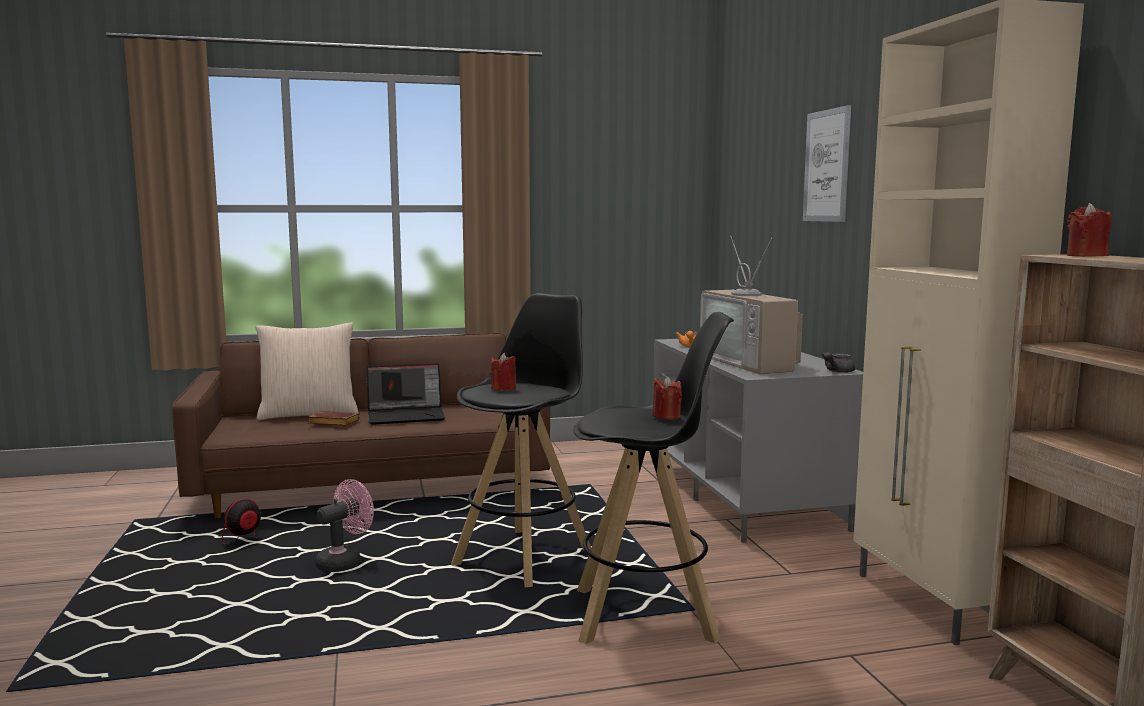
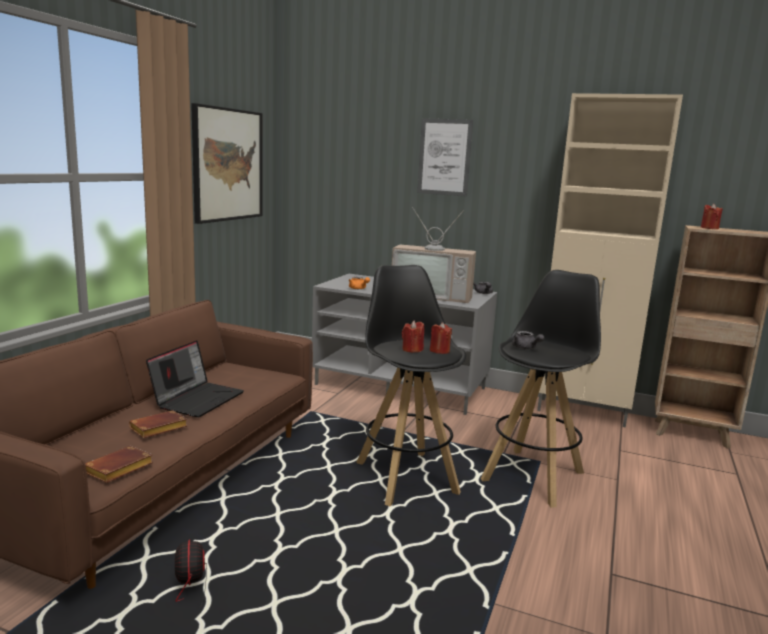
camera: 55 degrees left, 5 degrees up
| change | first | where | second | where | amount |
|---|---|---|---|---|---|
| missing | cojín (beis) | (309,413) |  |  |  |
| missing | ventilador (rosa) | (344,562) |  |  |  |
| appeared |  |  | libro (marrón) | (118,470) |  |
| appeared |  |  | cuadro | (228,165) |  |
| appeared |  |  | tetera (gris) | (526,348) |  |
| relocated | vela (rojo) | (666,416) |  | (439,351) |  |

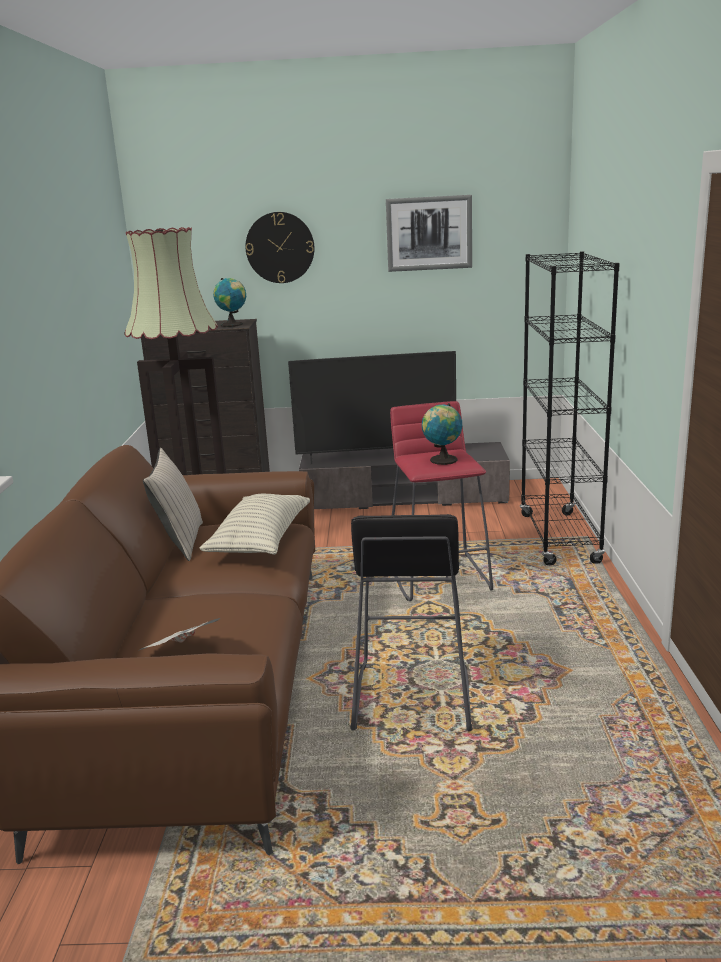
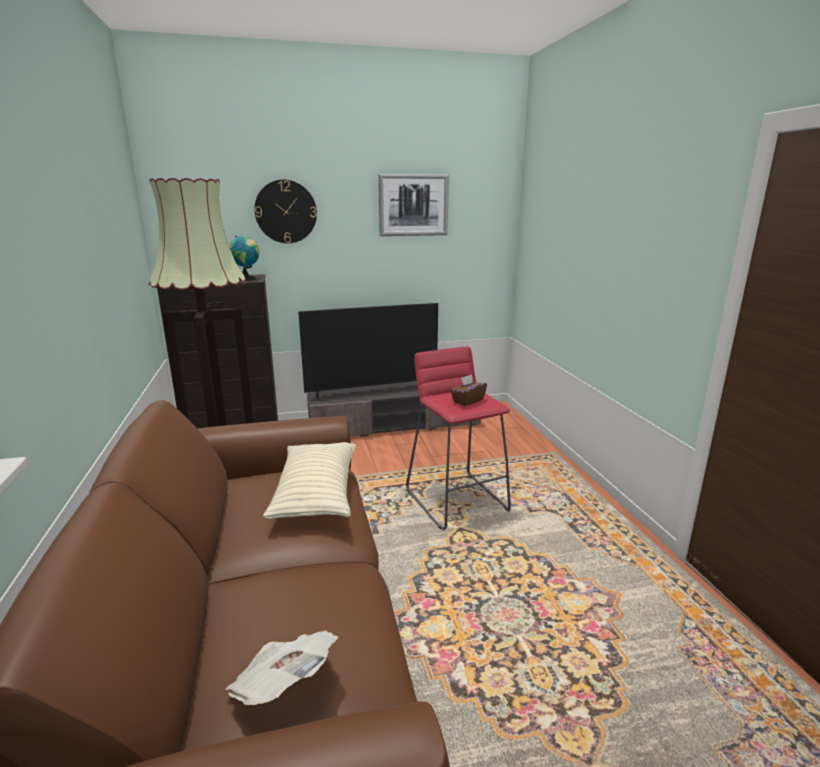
camera: 15 degrees left, 0 degrees up
| change | first | where | second | where | amount |
|---|---|---|---|---|---|
| missing | cojín (beis) | (180,542) |  |  |  |
| missing | taburete (negro) | (411,698) |  |  |  |
| missing | estantería (negro) | (559,538) |  |  |  |
| exchanged | globo terráqueo | (442,460) | caja de pañuelos (marrón) | (467,401) |  |

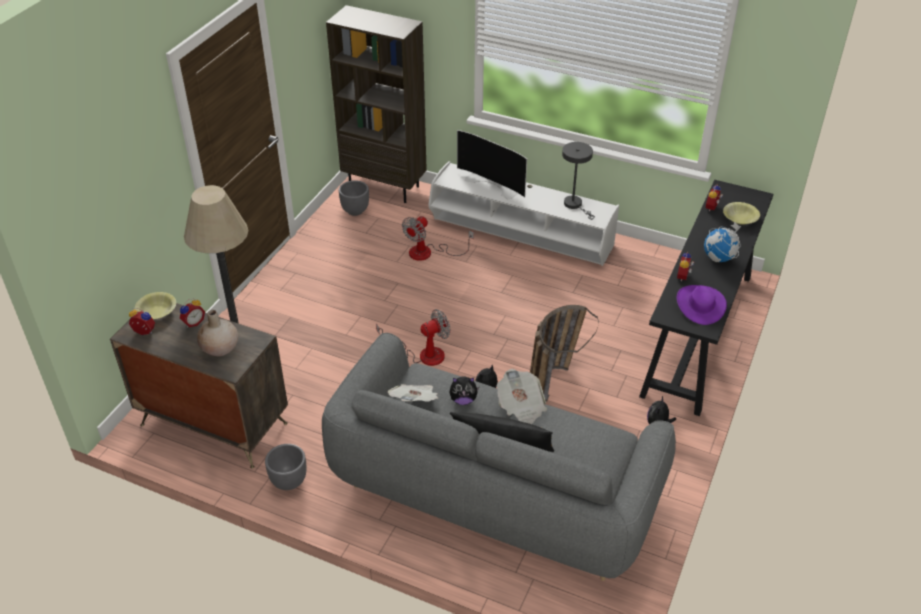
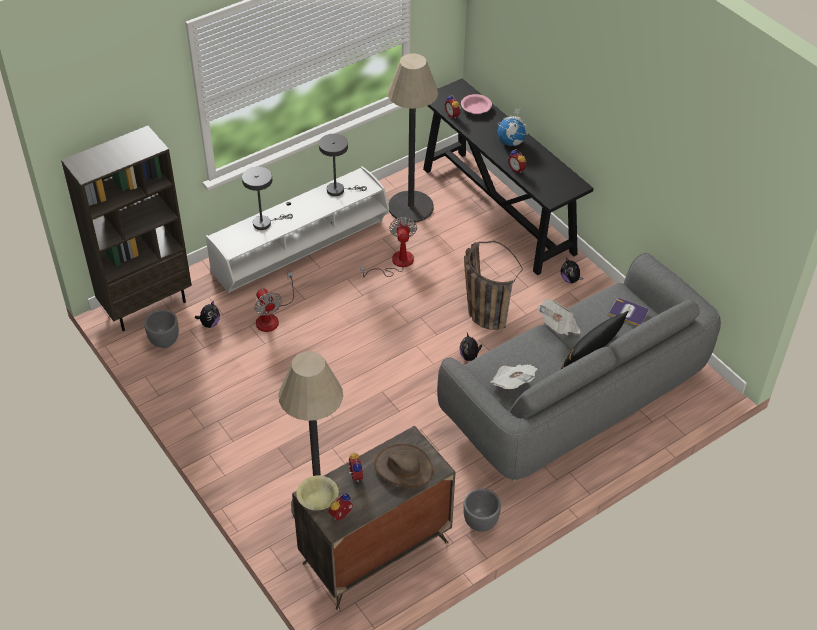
camera: 60 degrees left, 5 degrees up
| change | first | where | second | where | amount |
|---|---|---|---|---|---|
| missing | sombrero (morado) | (700,305) |  |  |  |
| appeared |  |  | lámpara de pie | (410,207) |  |
| appeared |  |  | libro | (628,312) |  |
| relocated | ventilador | (423,354) |  | (396,263) |  |
| relocated | peluche | (463,400) |  | (209,323) |  |
| exchanged | florero (beis) | (220,348) | sombrero (marrón) | (403,467) |  |
| exchanged | televisor | (494,184) | lámpara de mesa (gris) | (265,223) |  |
| colour | cuenco (amarillo) | (740,218) | cuenco (rosa) | (476,108) |  |

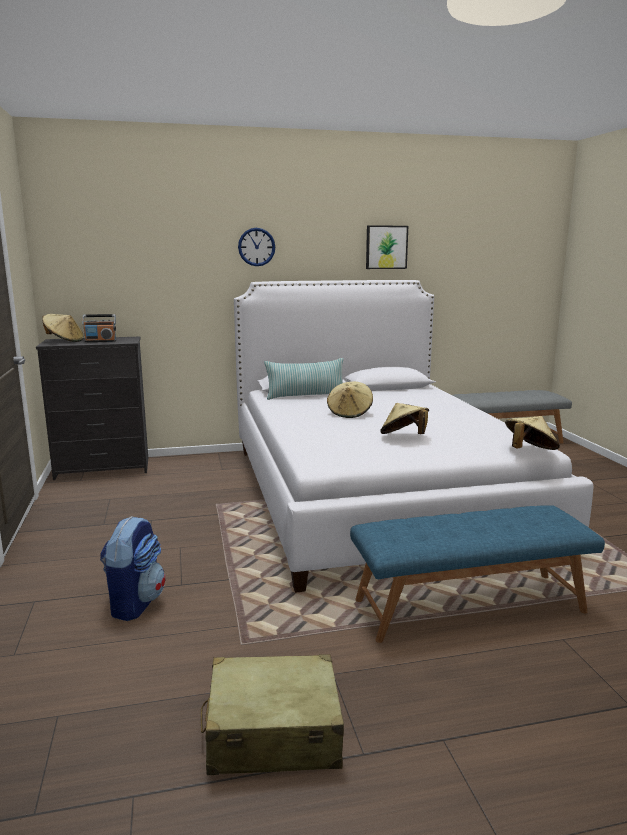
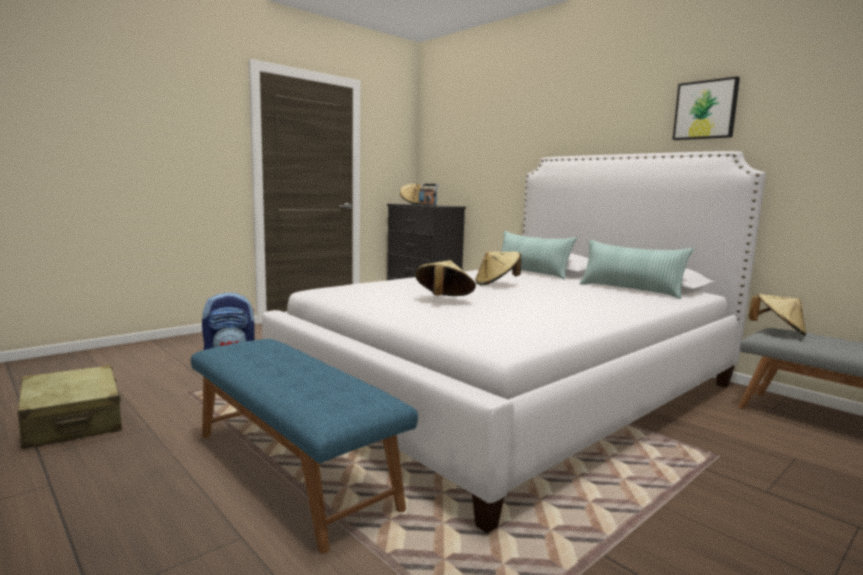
camera: 60 degrees right, 5 degrees down
| change | first | where | second | where | amount |
|---|---|---|---|---|---|
| missing | reloj de pared | (256,247) |  |  |  |
| appeared |  |  | cojín | (630,290) |  |
| relocated | sombrero (beis) | (529,451) |  | (778,331) |  |

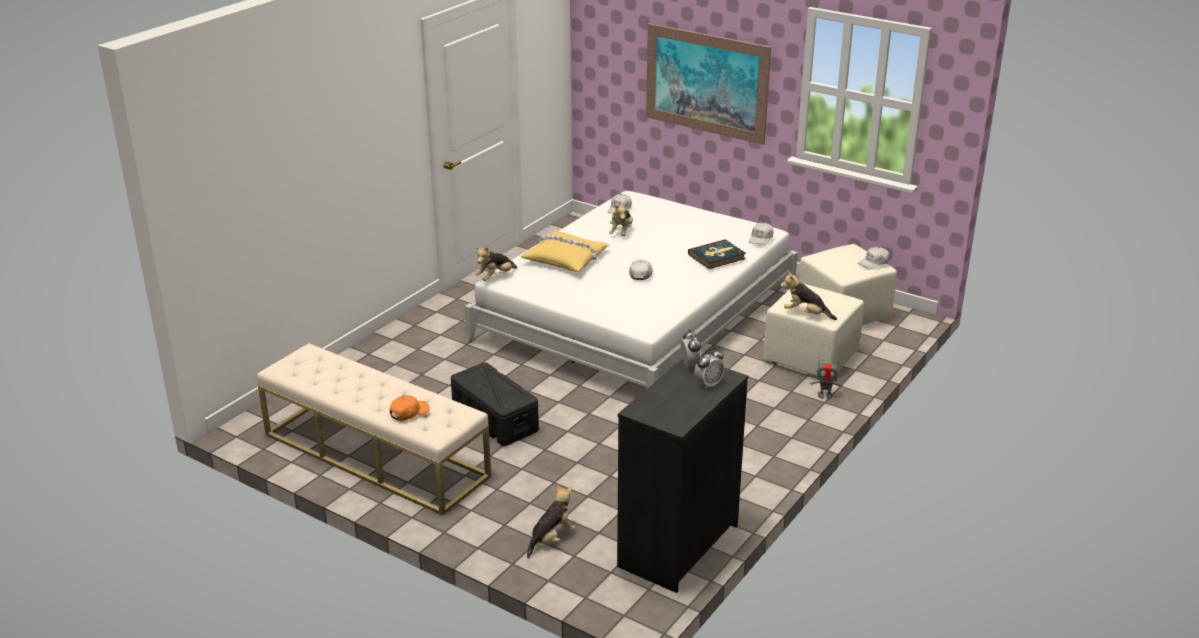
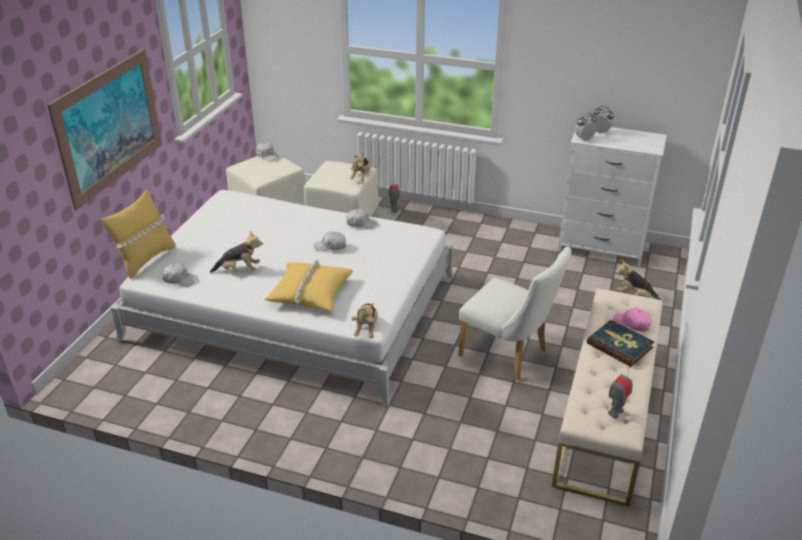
camera: 105 degrees left, 5 degrees up
| change | first | where | second | where | amount |
|---|---|---|---|---|---|
| appeared |  |  | cojín (amarillo) | (145,260) |  |
| appeared |  |  | robot de juguete | (616,412) |  |
| relocated | libro | (717,256) |  | (620,345) |  |
| relocated | gorra (blanco) | (761,239) |  | (361,223) |  |
| exchanged | caja de almacenaje (negro) | (494,419) | silla (blanco) | (509,355) |  |
| colour | gorra (naranja) | (409,412) | gorra (rosa) | (632,323) |  |
| colour | cómoda (negro) | (677,545) | cómoda (blanco) | (601,247) |  |
| spun | peluche | (495,277) |  | (366,329) | 60 degrees clockwise |

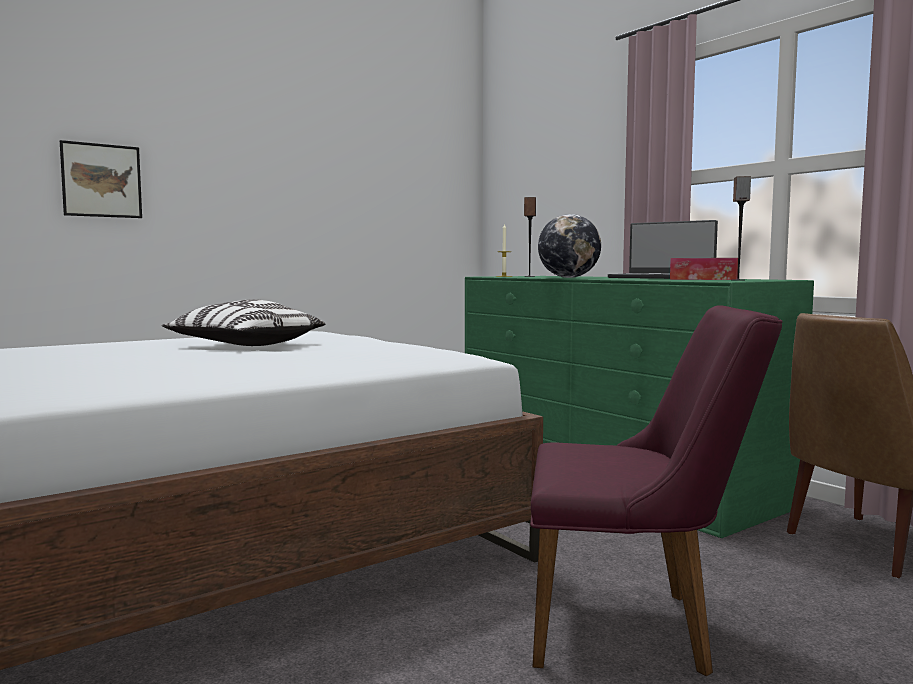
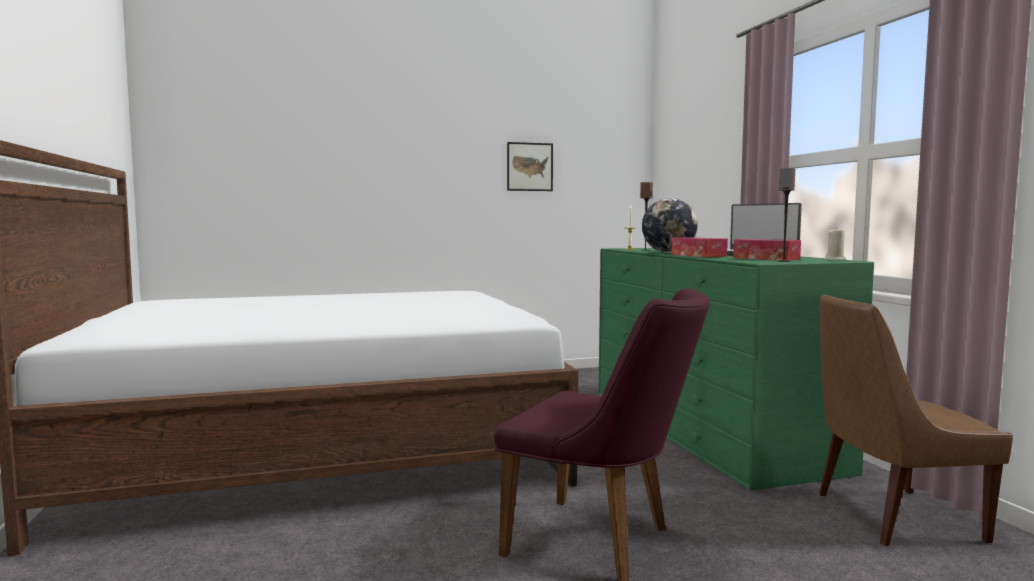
camera: 20 degrees right, 0 degrees up
| change | first | where | second | where | amount |
|---|---|---|---|---|---|
| missing | cojín | (245,346) |  |  |  |
| appeared |  |  | caja de pañuelos | (698,255) |  |
| appeared |  |  | vela (beis) | (835,260) |  |
| relocated | cuadro | (101,180) |  | (529,167) |  |

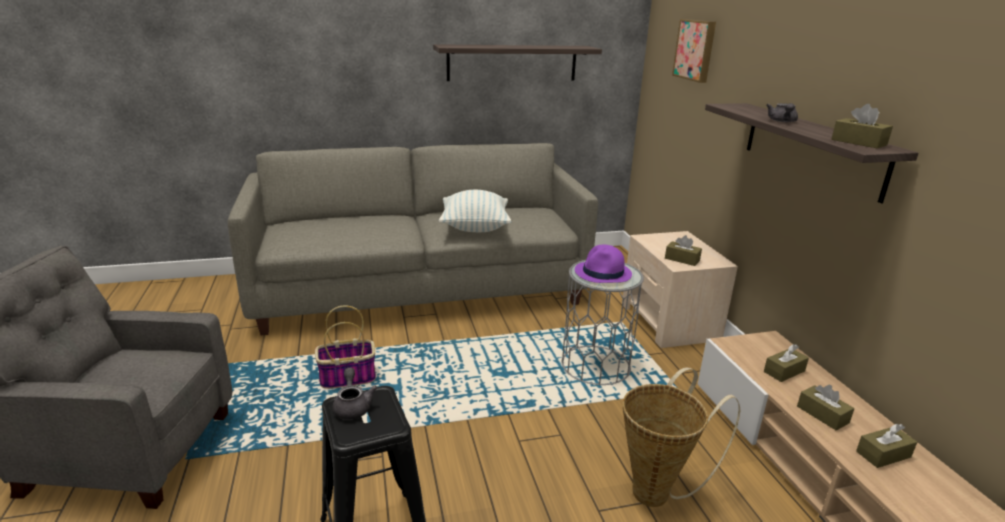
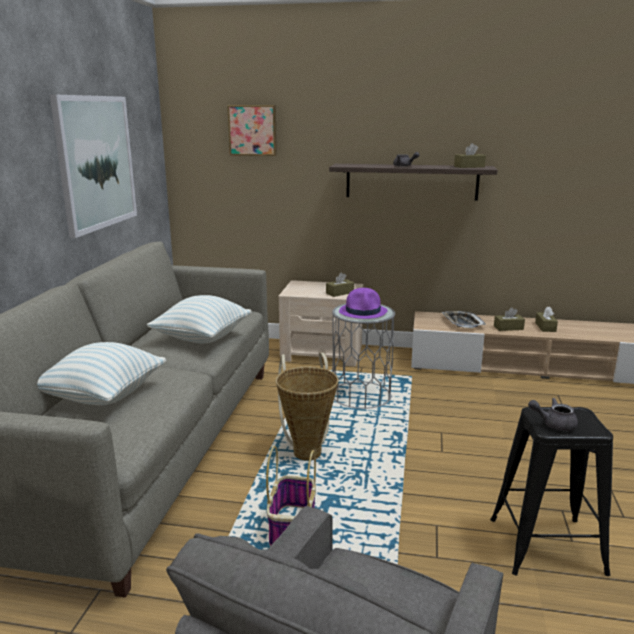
camera: 65 degrees left, 5 degrees down
| change | first | where | second | where | amount |
|---|---|---|---|---|---|
| appeared |  |  | cojín | (103,396) |  |
| relocated | cesta | (657,491) |  | (307,450) |  |
| exchanged | estante | (512,63) | cuadro | (96,162) |  |
| exchanged | caja de pañuelos (marrón) | (784,371) | bandeja | (462,323) |  |

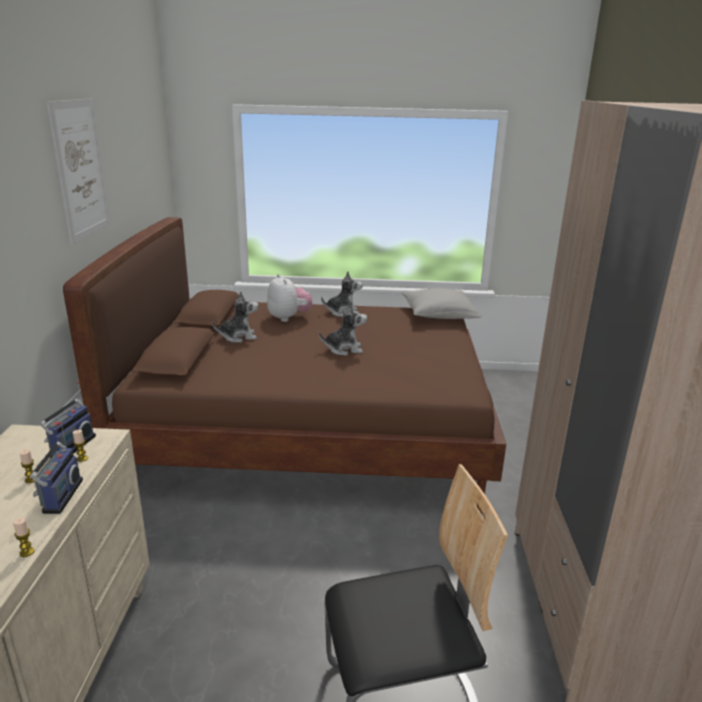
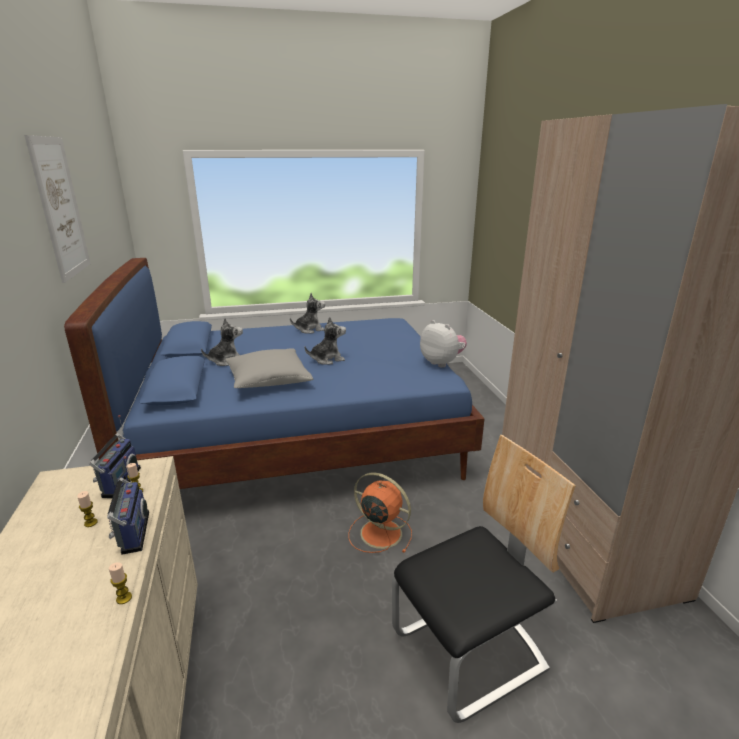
camera: 15 degrees left, 0 degrees up
| change | first | where | second | where | amount |
|---|---|---|---|---|---|
| appeared |  |  | ventilador (naranja) | (379,532) |  |
| relocated | peluche | (288,318) |  | (442,363) |  |
| relocated | cojín (gris) | (438,315) |  | (268,380) |  |
| colour | cama (marrón) | (310,432) | cama (azul) | (298,437) |  |

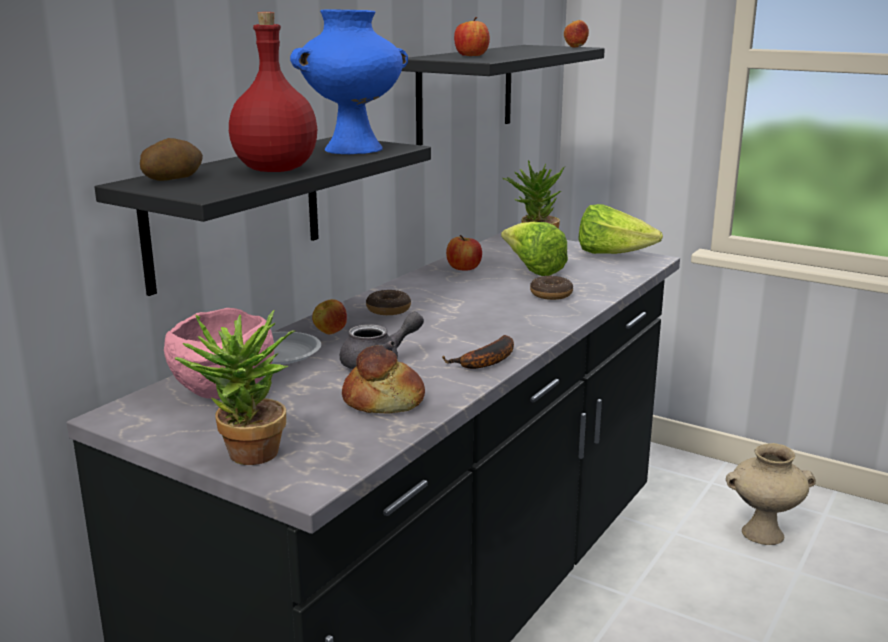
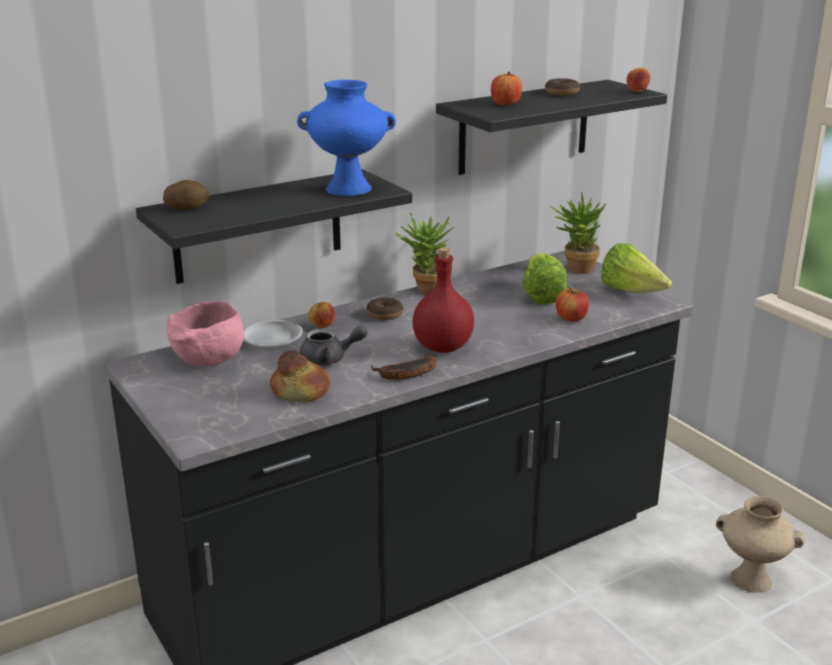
camera: 25 degrees right, 5 degrees up
| change | first | where | second | where | amount |
|---|---|---|---|---|---|
| relocated | planta en maceta | (245,457) |  | (425,292) |  |
| relocated | botella (rojo) | (275,170) |  | (442,347) |  |
| relocated | manzana | (464,268) |  | (571,318) |  |
| relocated | rosquilla | (551,294) |  | (562,93) |  |

